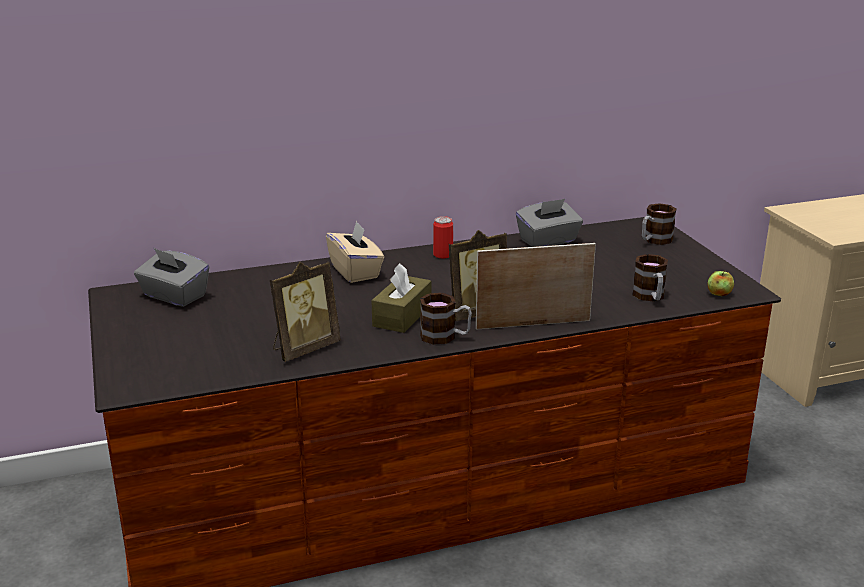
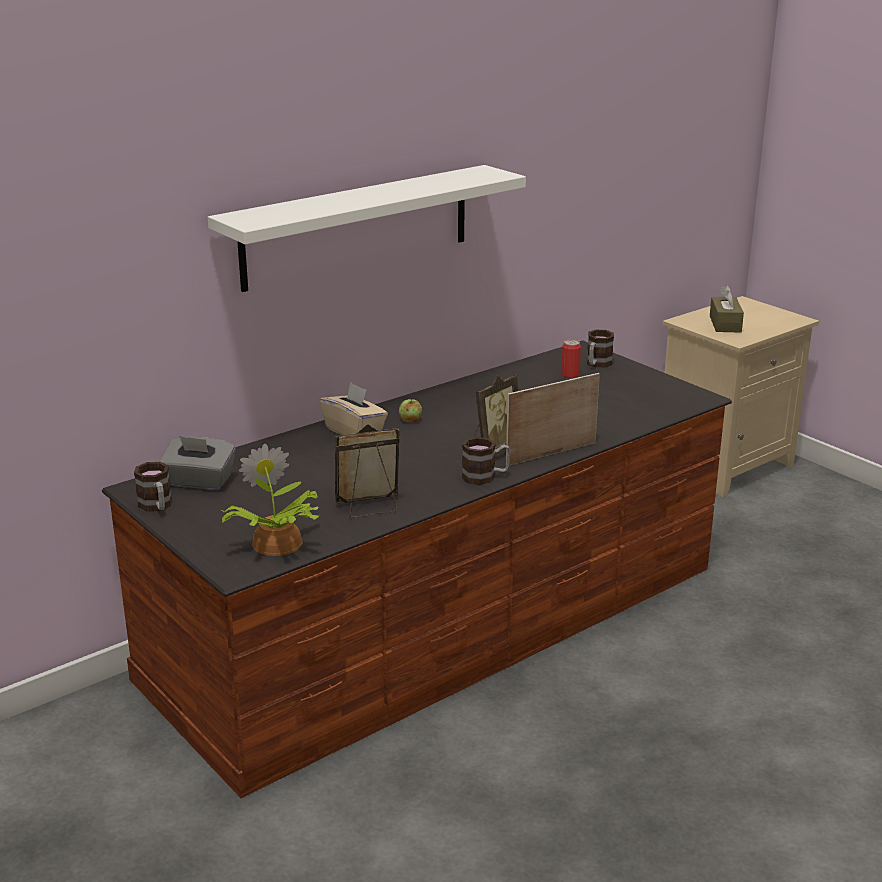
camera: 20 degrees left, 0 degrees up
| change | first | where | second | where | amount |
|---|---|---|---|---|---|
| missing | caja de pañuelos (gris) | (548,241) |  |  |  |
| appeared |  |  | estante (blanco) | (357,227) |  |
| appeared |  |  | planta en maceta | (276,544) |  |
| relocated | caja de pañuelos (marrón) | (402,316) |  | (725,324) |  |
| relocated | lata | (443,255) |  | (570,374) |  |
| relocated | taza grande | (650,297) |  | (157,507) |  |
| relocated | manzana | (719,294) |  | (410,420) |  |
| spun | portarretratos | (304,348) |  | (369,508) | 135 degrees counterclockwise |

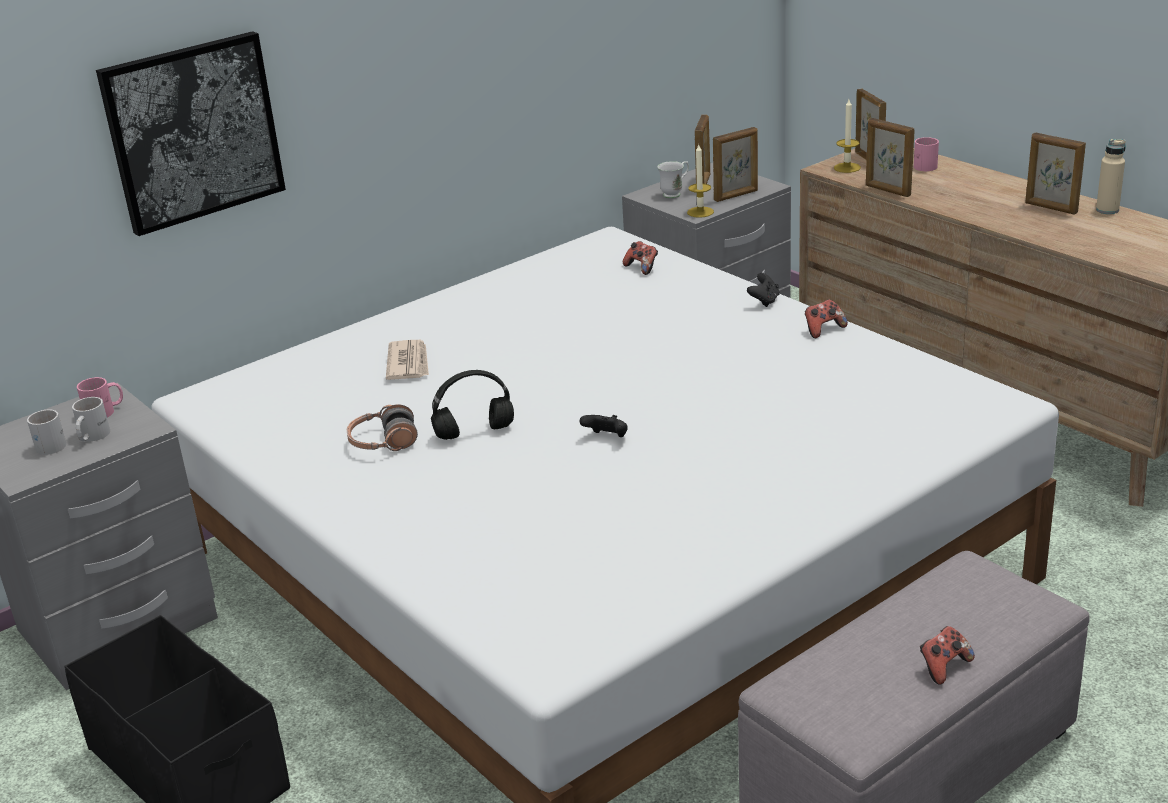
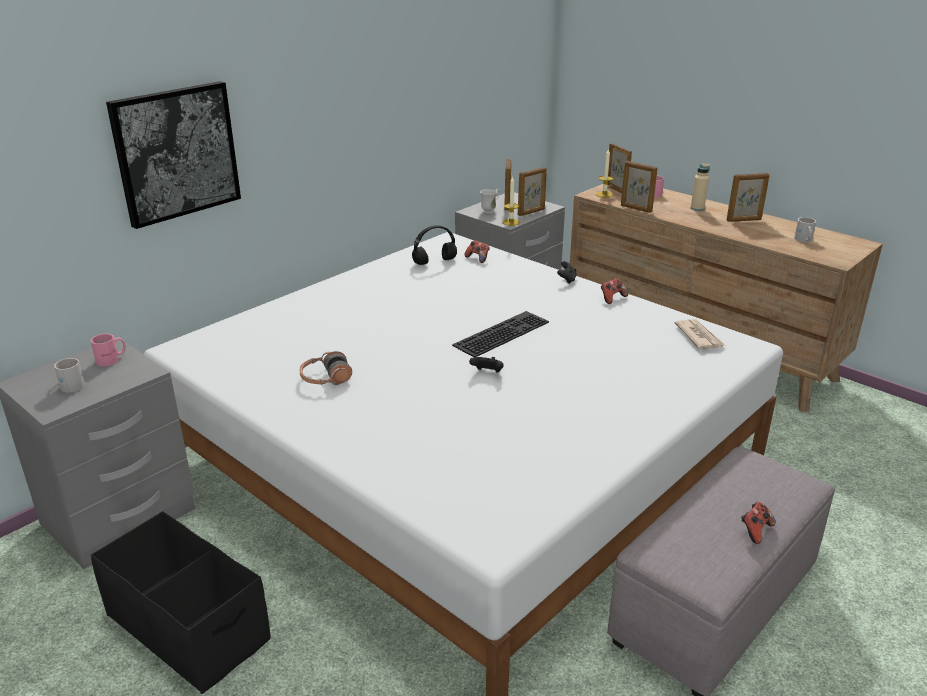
camera: 10 degrees left, 0 degrees up
| change | first | where | second | where | amount |
|---|---|---|---|---|---|
| appeared |  |  | teclado | (501,332) |  |
| relocated | taza grande (blanco) | (91,436) |  | (803,240) |  |
| relocated | periódico | (408,363) |  | (699,336) |  |
| relocated | auriculares (negro) | (473,433) |  | (434,262) |  |
| relocated | botella (beis) | (1107,210) |  | (697,208) |  |
| spun | portarretratos | (1050,208) |  | (744,220) | 45 degrees counterclockwise |

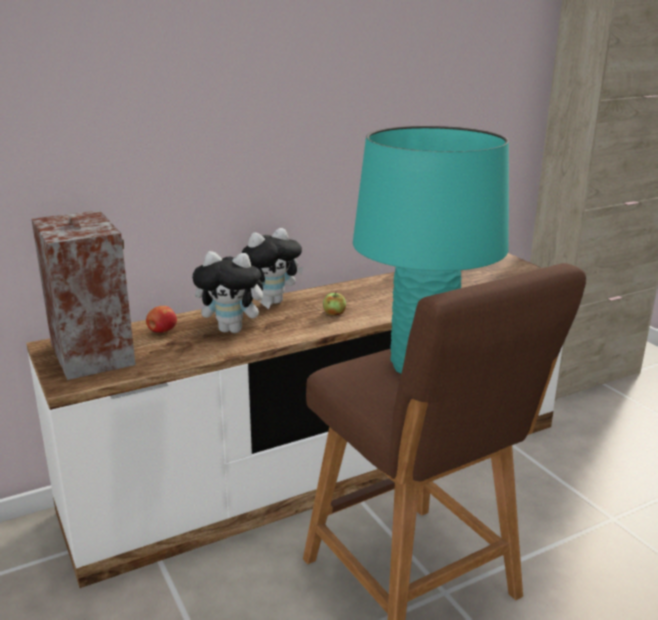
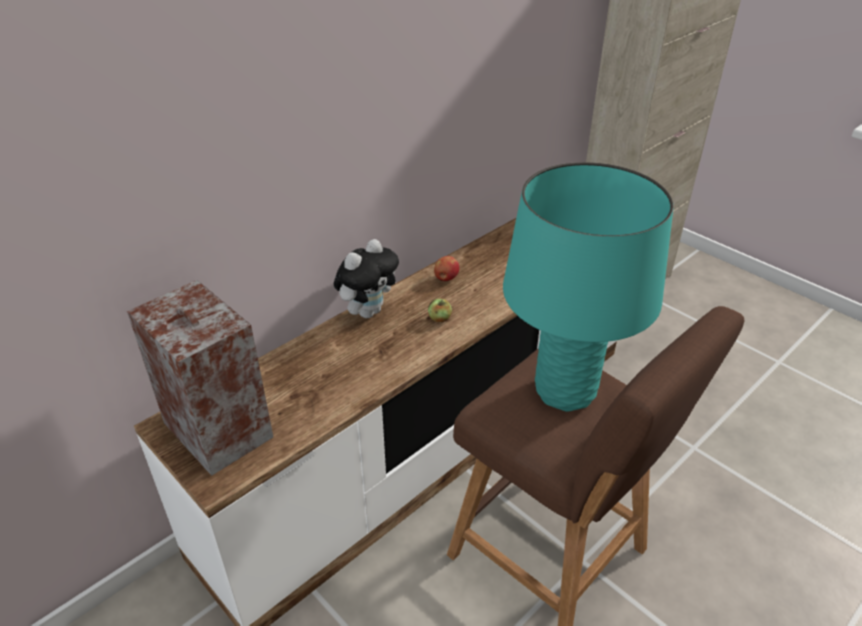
camera: 15 degrees left, 15 degrees up
| change | first | where | second | where | amount |
|---|---|---|---|---|---|
| missing | peluche | (233,329) |  |  |  |
| relocated | manzana | (162,331) |  | (446,278) |  |

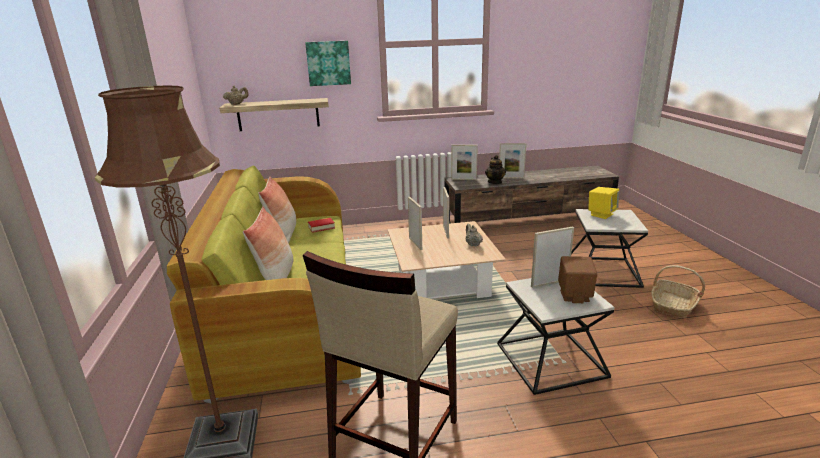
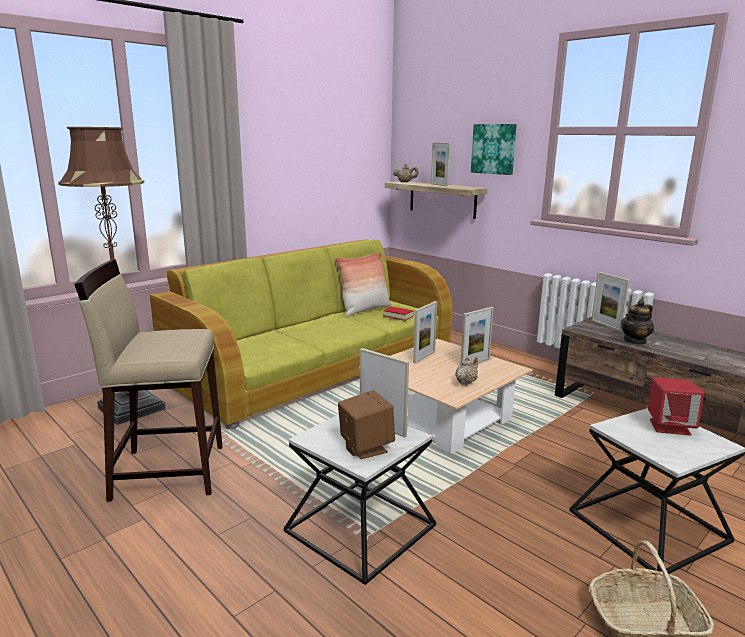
camera: 55 degrees right, 5 degrees down
| change | first | where | second | where | amount |
|---|---|---|---|---|---|
| missing | cojín | (277,278) |  |  |  |
| relocated | portarretratos | (511,178) |  | (439,185) |  |
| colour | altavoz (amarillo) | (601,214) | altavoz (rojo) | (669,427) |  |

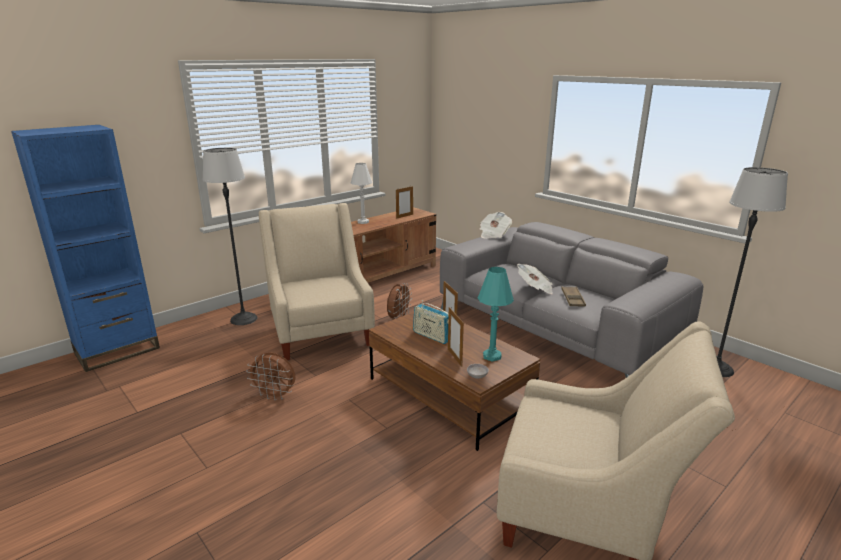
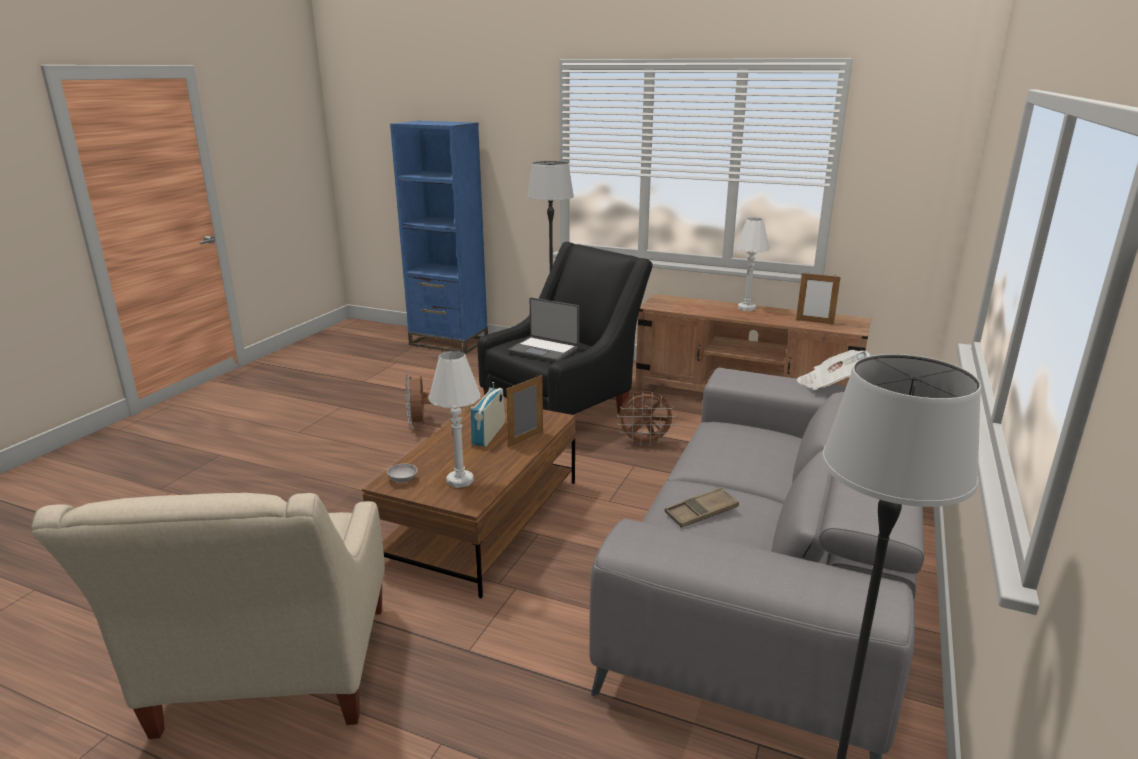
camera: 65 degrees right, 0 degrees up
| change | first | where | second | where | amount |
|---|---|---|---|---|---|
| missing | portarretratos | (454,357) |  |  |  |
| missing | periódico | (535,288) |  |  |  |
| appeared |  |  | portátil | (544,350) |  |
| colour | sillón (beis) | (321,331) | sillón (negro) | (564,408) |  |
| colour | lámpara de mesa (turquesa) | (492,356) | lámpara de mesa (blanco) | (460,481) |  |

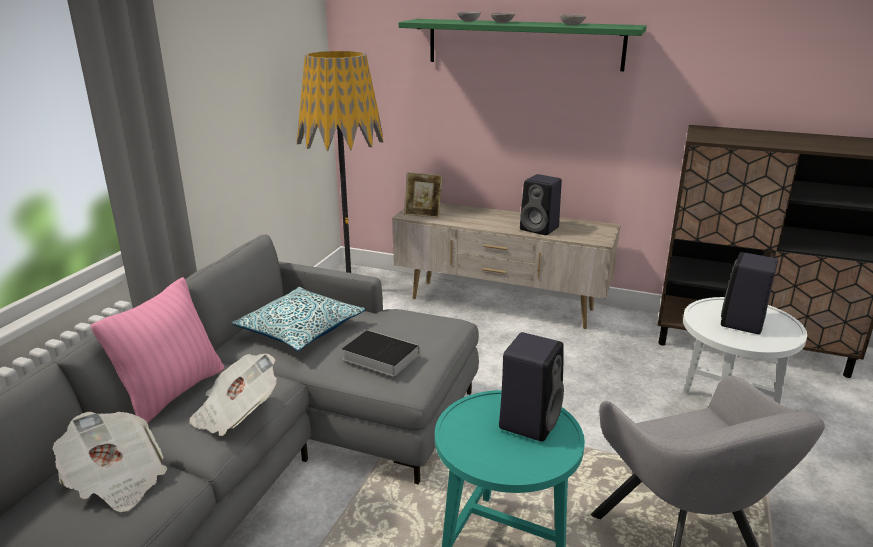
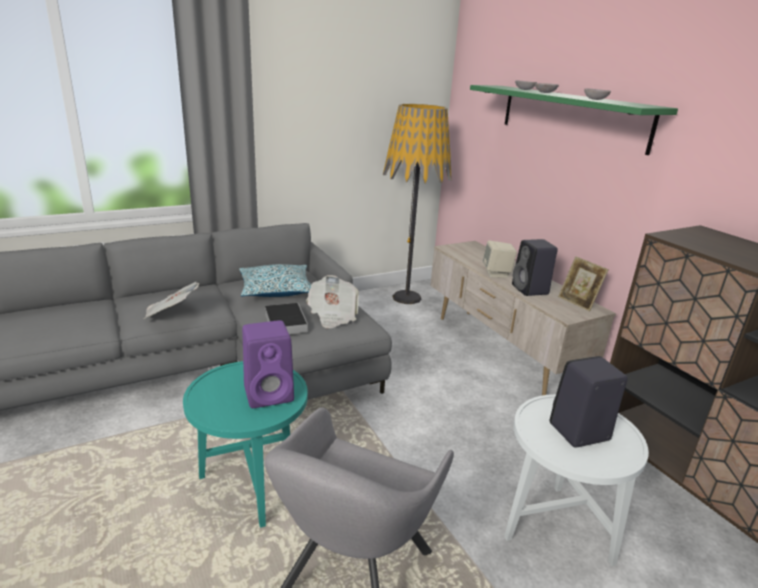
camera: 40 degrees right, 0 degrees up
| change | first | where | second | where | amount |
|---|---|---|---|---|---|
| missing | cojín (rosa) | (173,393) |  |  |  |
| appeared |  |  | altavoz (beis) | (497,273) |  |
| relocated | periódico | (116,480) |  | (332,315) |  |
| relocated | portarretratos | (423,214) |  | (578,302) |  |
| colour | altavoz (negro) | (529,420) | altavoz (morado) | (270,393) |  |

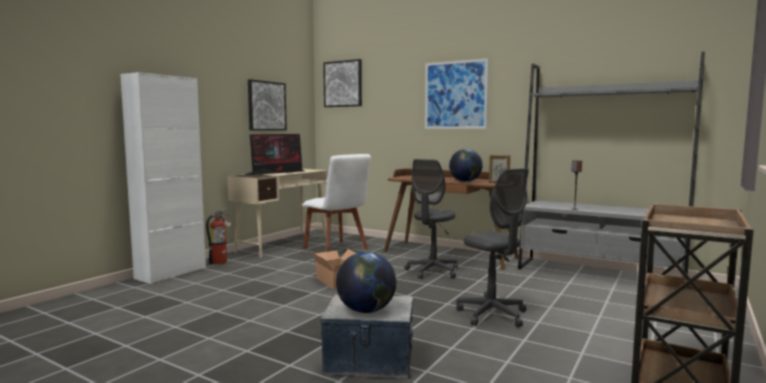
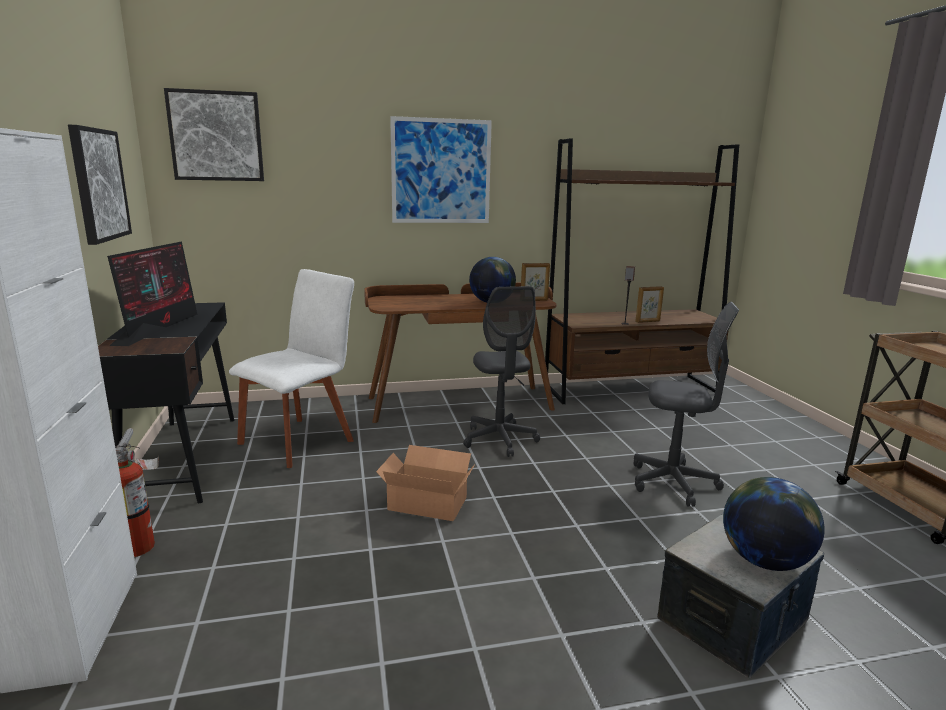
camera: 45 degrees left, 10 degrees up
| change | first | where | second | where | amount |
|---|---|---|---|---|---|
| appeared |  |  | portarretratos | (648,321) |  |
| colour | escritorio (beis) | (283,244) | escritorio (negro) | (184,457) |  |
| colour | estantería (gris) | (599,274) | estantería (marrón) | (631,389) |  |
| spun | silla (blanco) | (337,249) |  | (300,440) | 60 degrees counterclockwise |

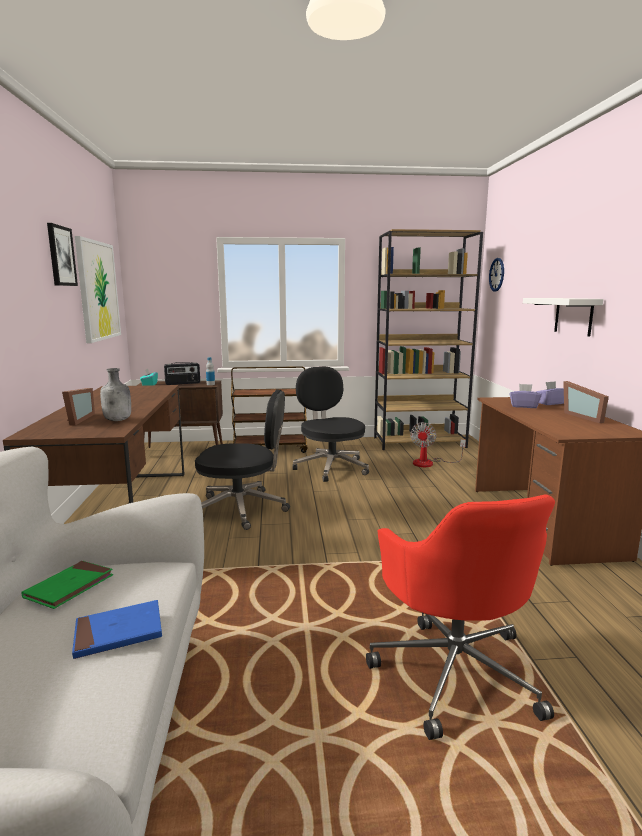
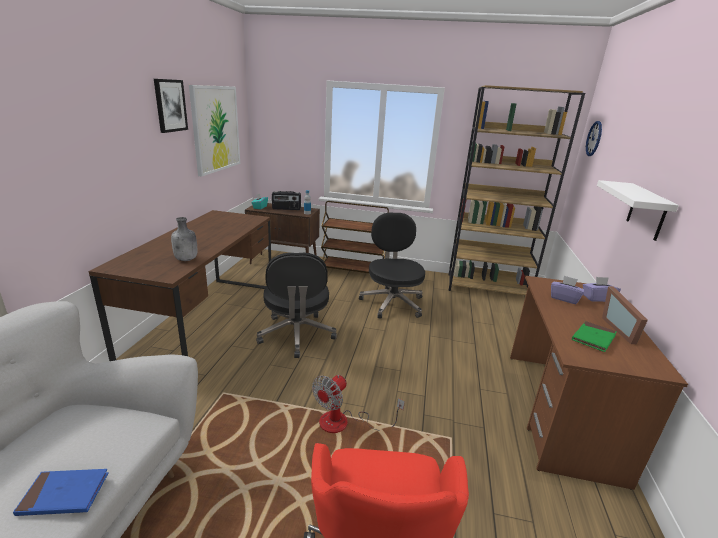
camera: 15 degrees right, 10 degrees up
| change | first | where | second | where | amount |
|---|---|---|---|---|---|
| missing | portarretratos | (76,420) |  |  |  |
| relocated | libro (verde) | (69,587) |  | (593,338) |  |
| relocated | ventilador | (429,463) |  | (344,423) |  |
| spun | silla de oficina (negro) | (242,509) |  | (296,335) | 60 degrees clockwise |

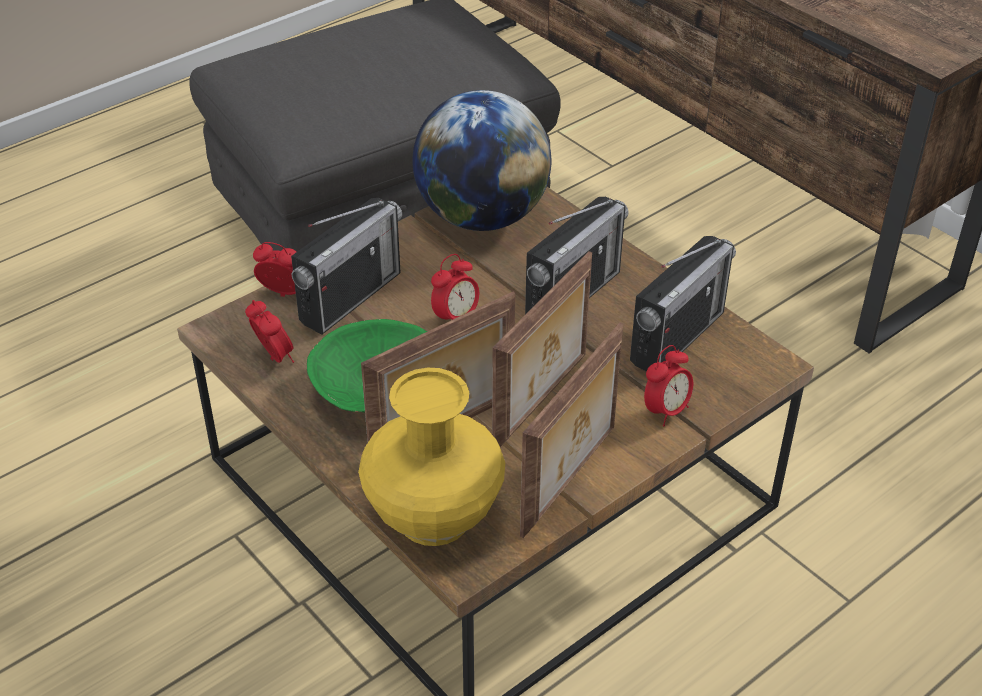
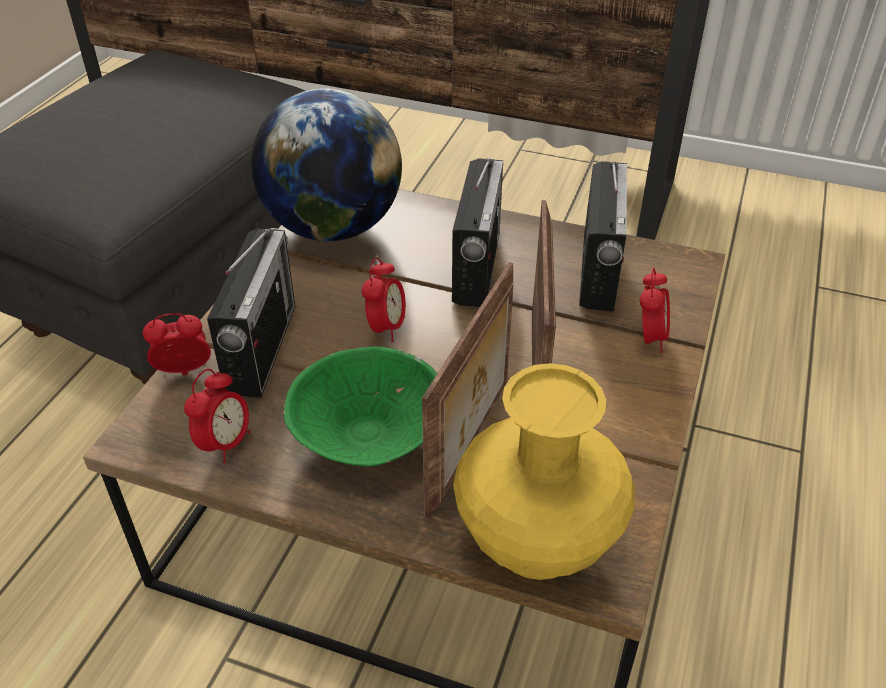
camera: 30 degrees left, 0 degrees up
| change | first | where | second | where | amount |
|---|---|---|---|---|---|
| missing | portarretratos | (571,480) |  |  |  |
| spun | despertador | (274,358) |  | (225,444) | 90 degrees clockwise |

